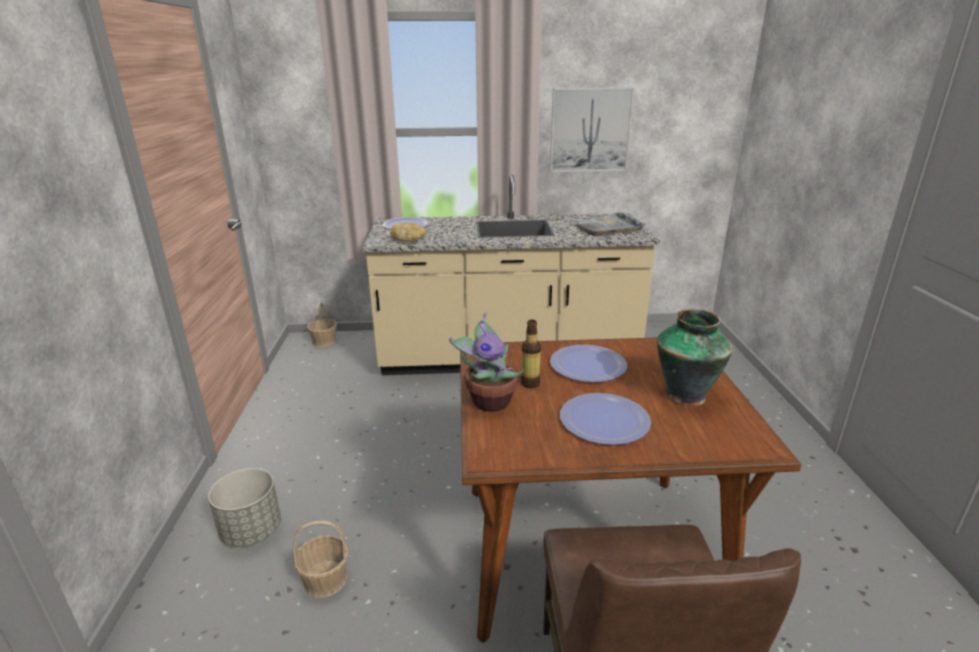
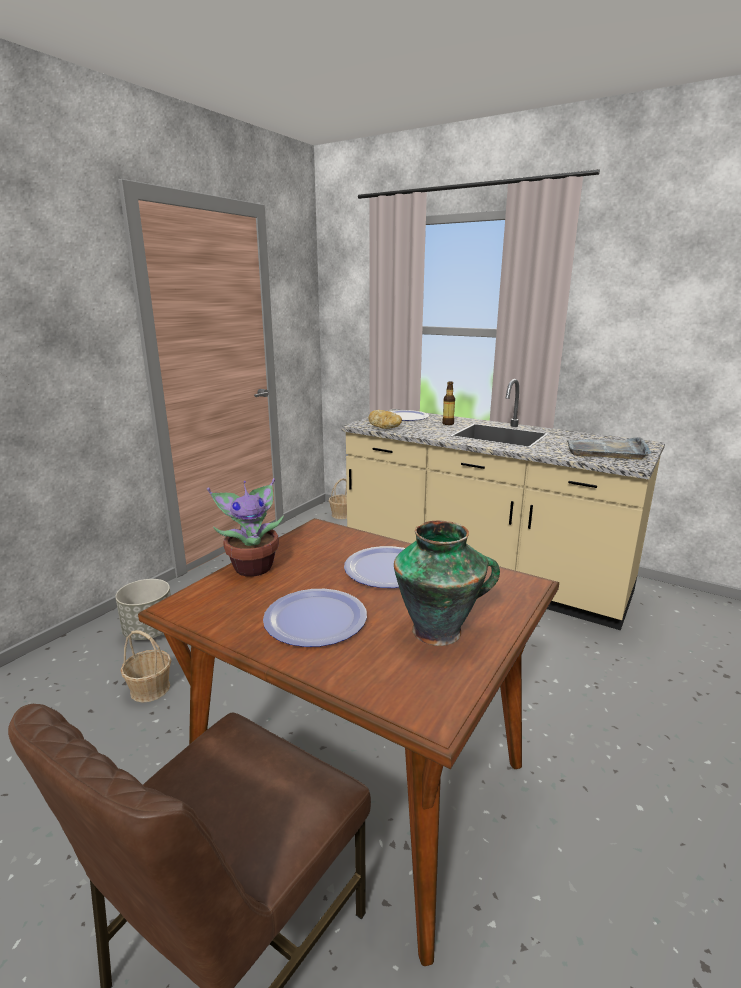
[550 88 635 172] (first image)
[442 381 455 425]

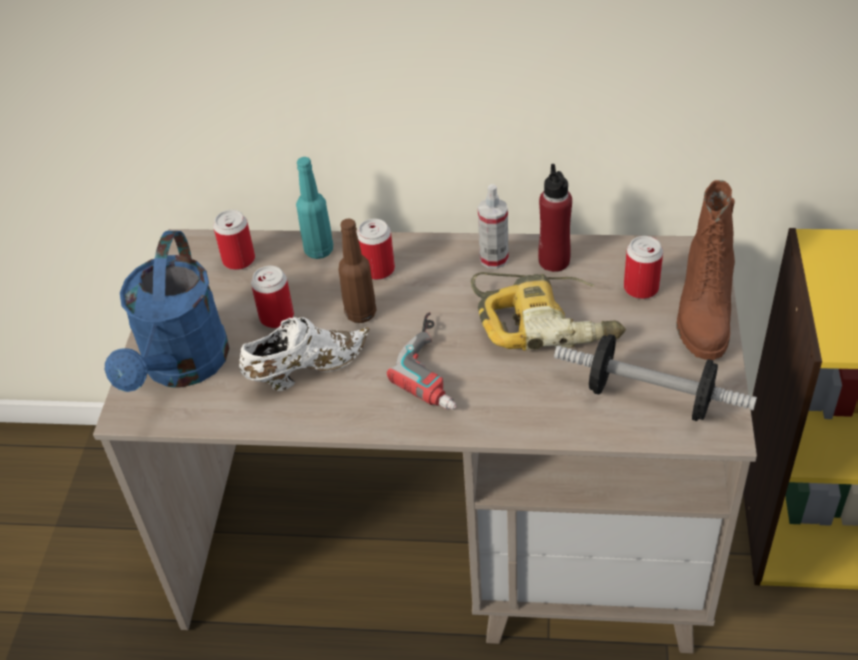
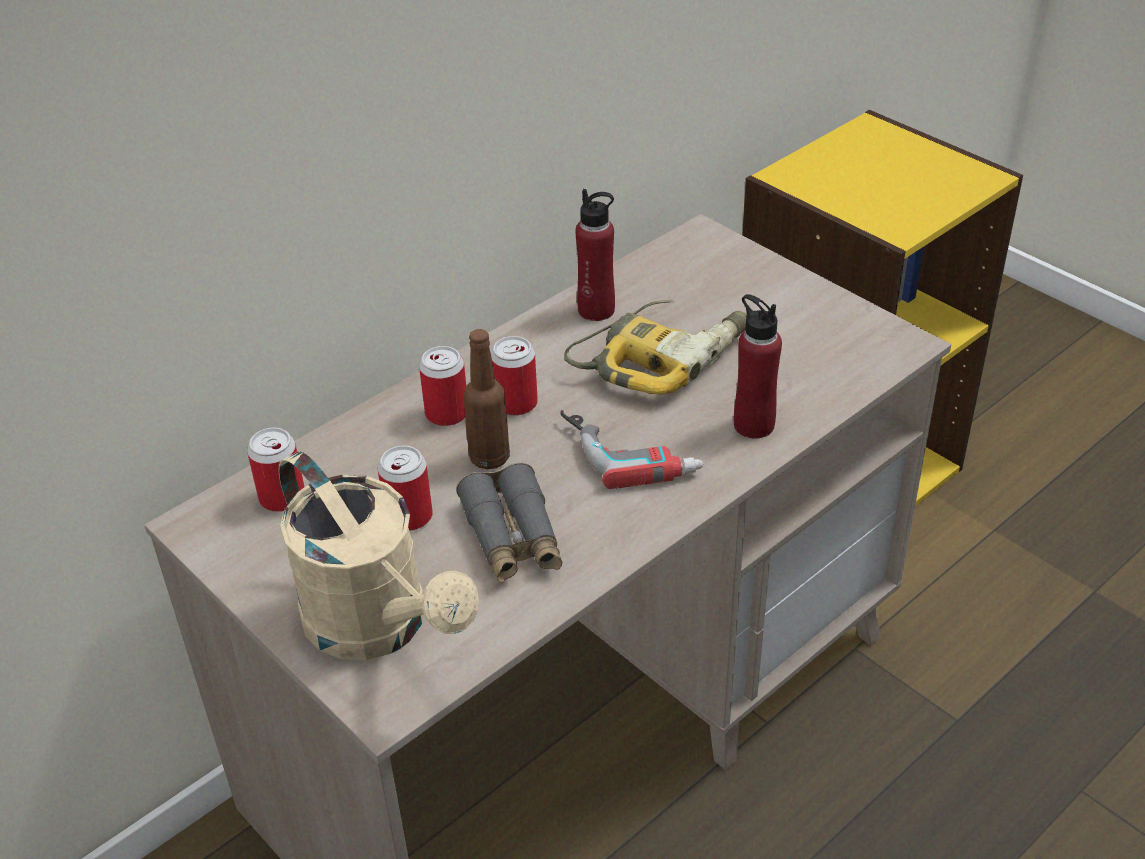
[296 157 333 259] (first image)
[677 180 735 360] (first image)
[478 184 509 269] (first image)
[278 452 479 660]
[491 336 538 416]
[456 463 562 583]
[554 334 757 421] (first image)
[734 294 782 439]

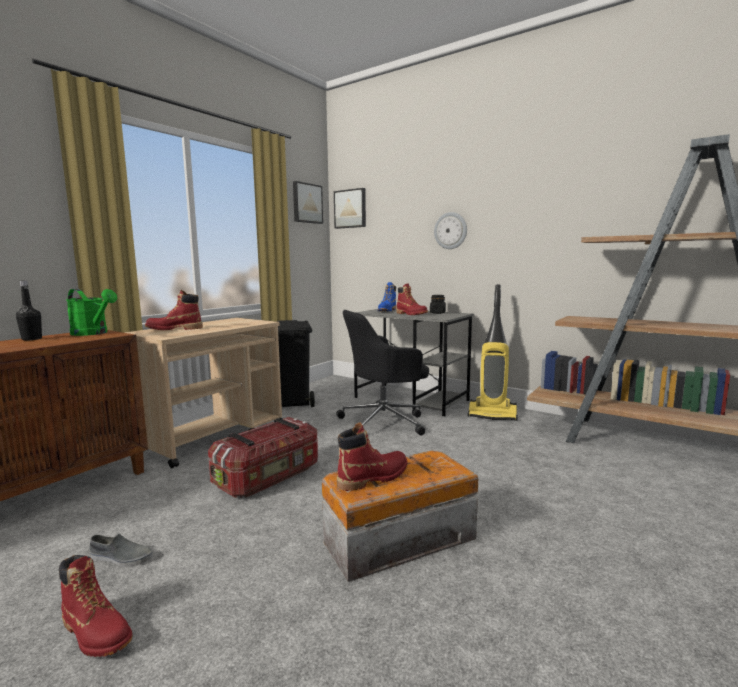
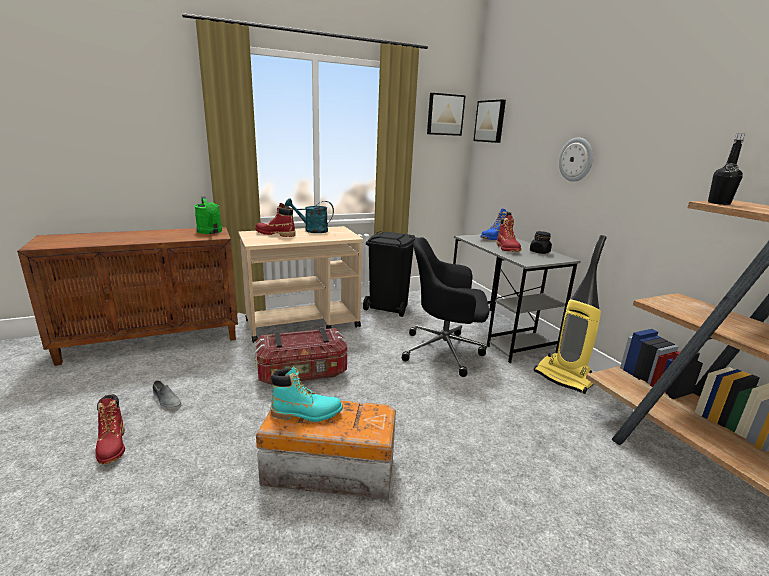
[708 133 746 205]
[270 365 343 422]
[285 198 334 233]

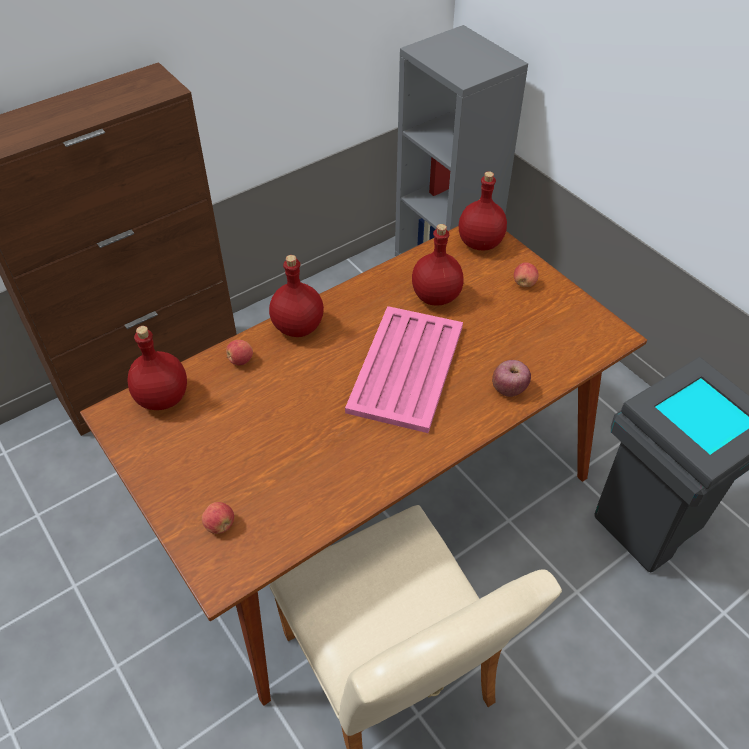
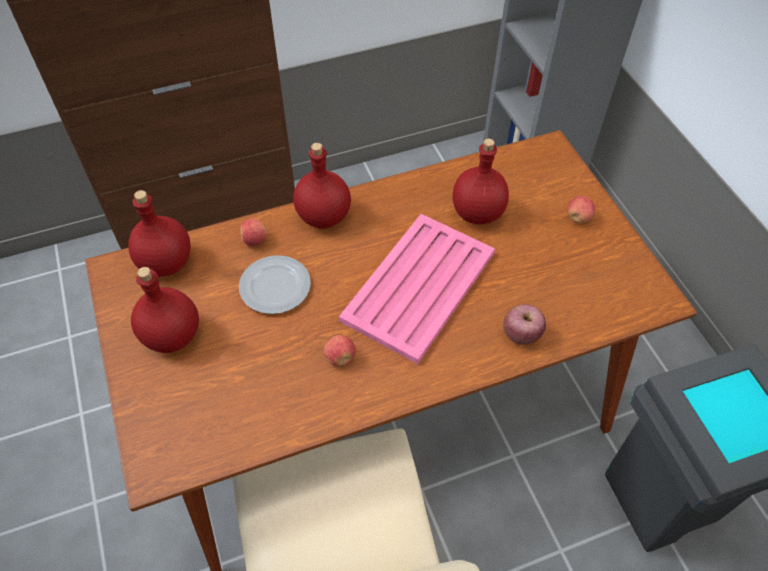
[131 267 199 353]
[324 335 356 366]
[239 255 311 314]

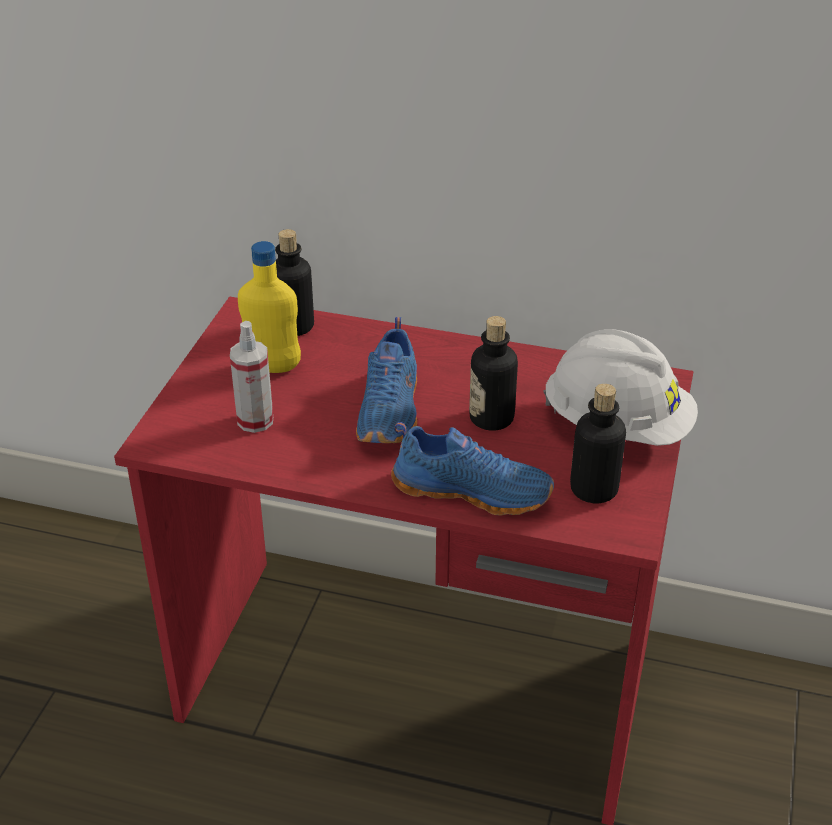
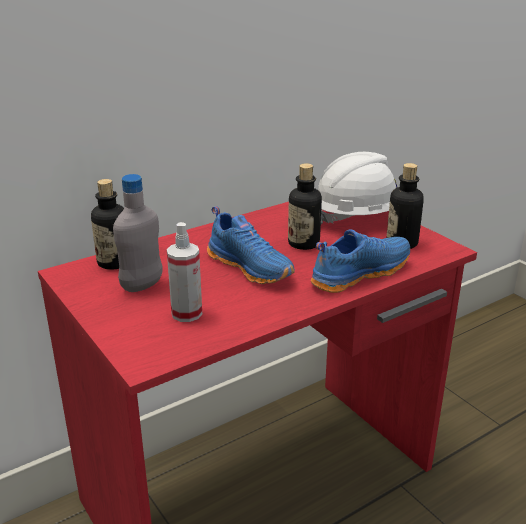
[113 174 162 292]

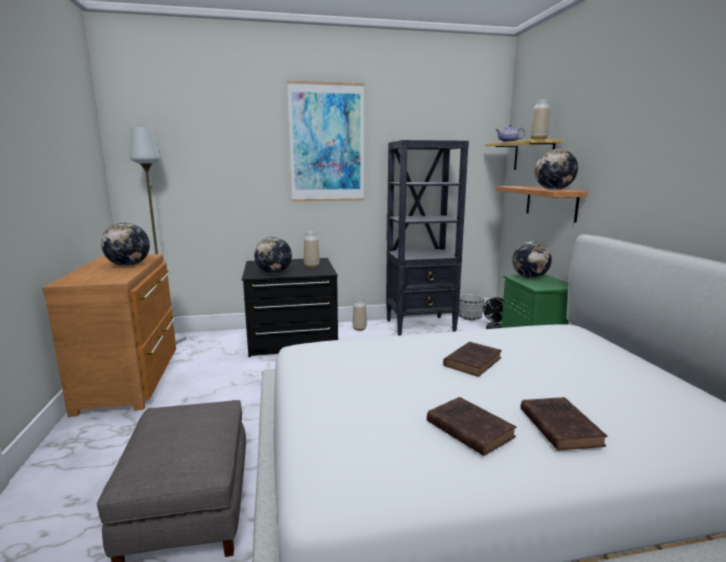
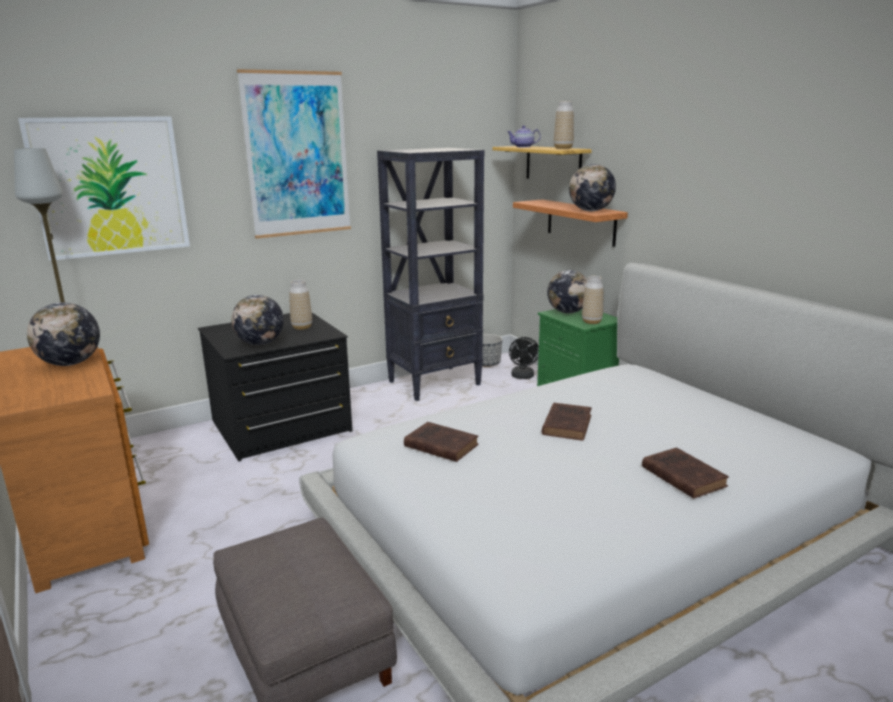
[582 276 604 324]
[404 422 479 462]
[18 116 190 261]

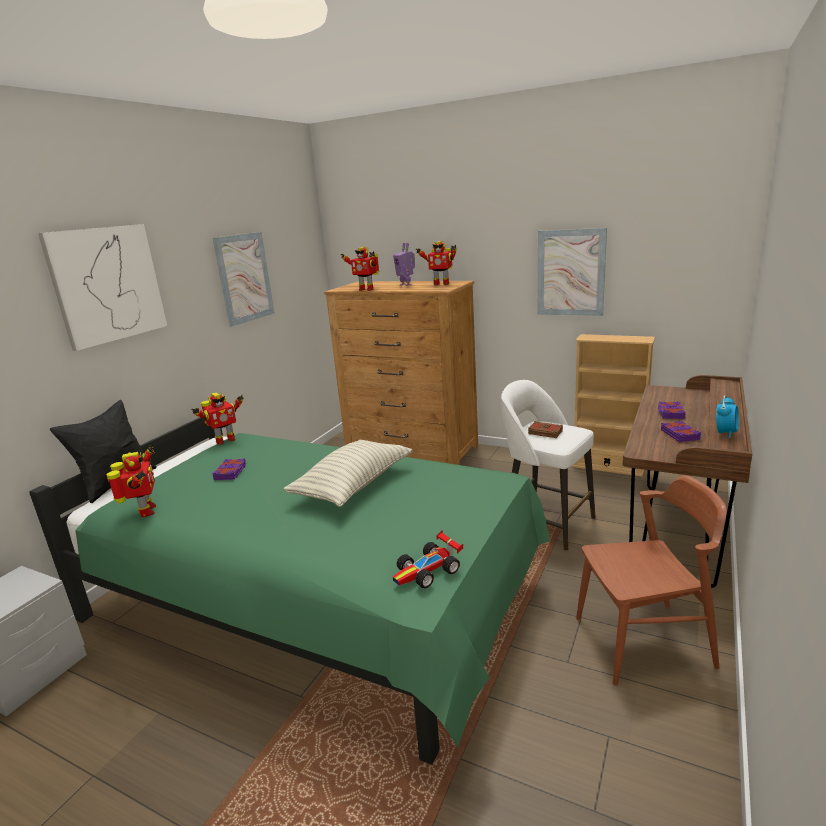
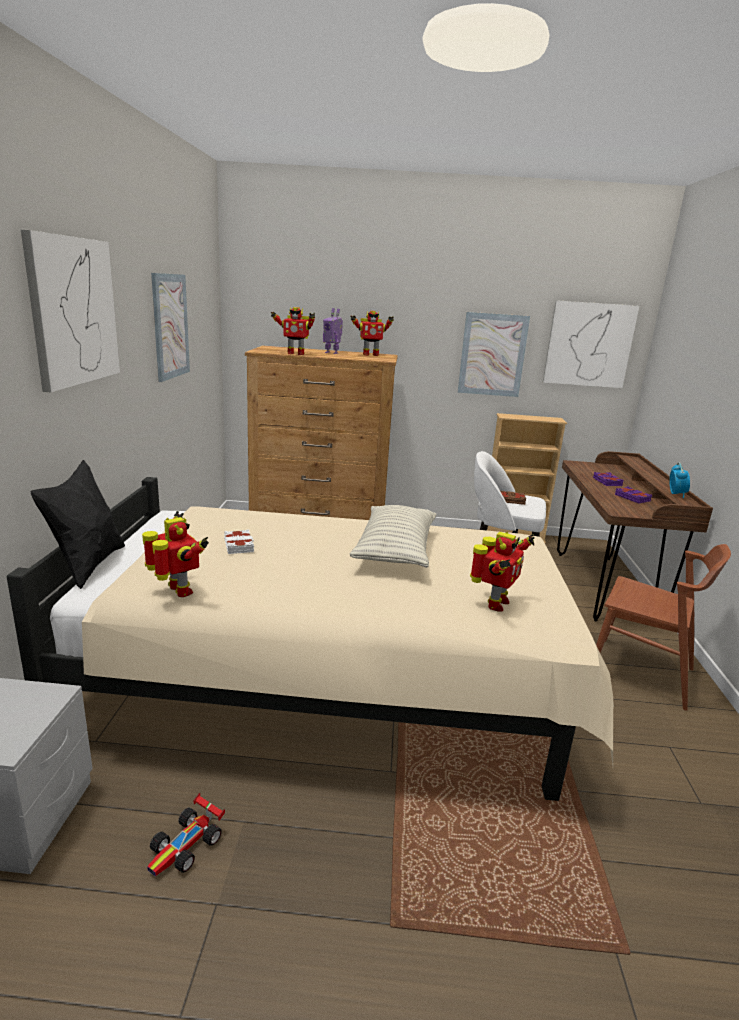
[470 532 535 612]
[7 477 614 801]
[224 529 254 554]
[596 544 731 711]
[147 793 225 876]
[543 300 639 388]

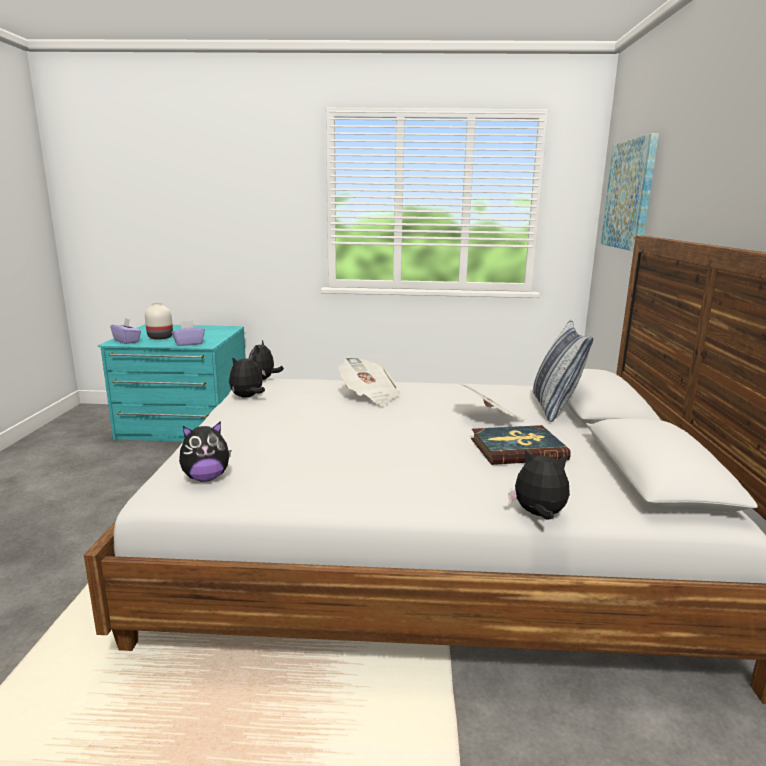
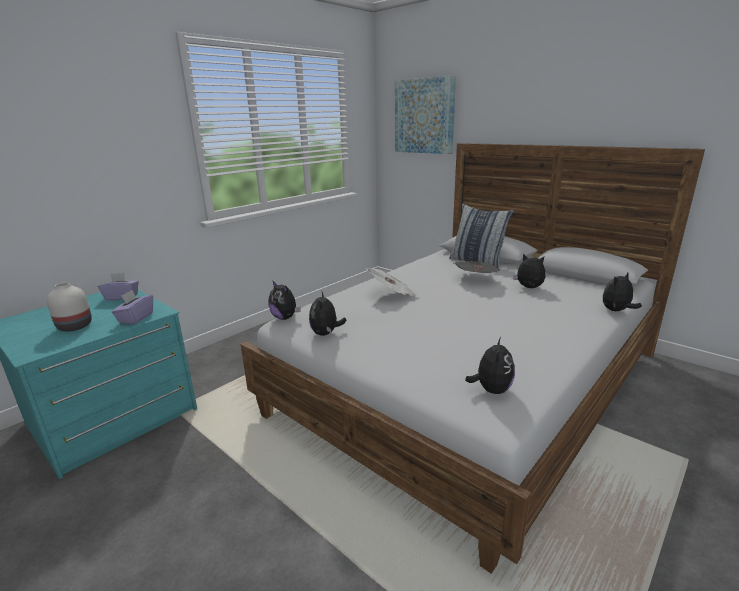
[98 273 139 301]
[513 254 545 288]

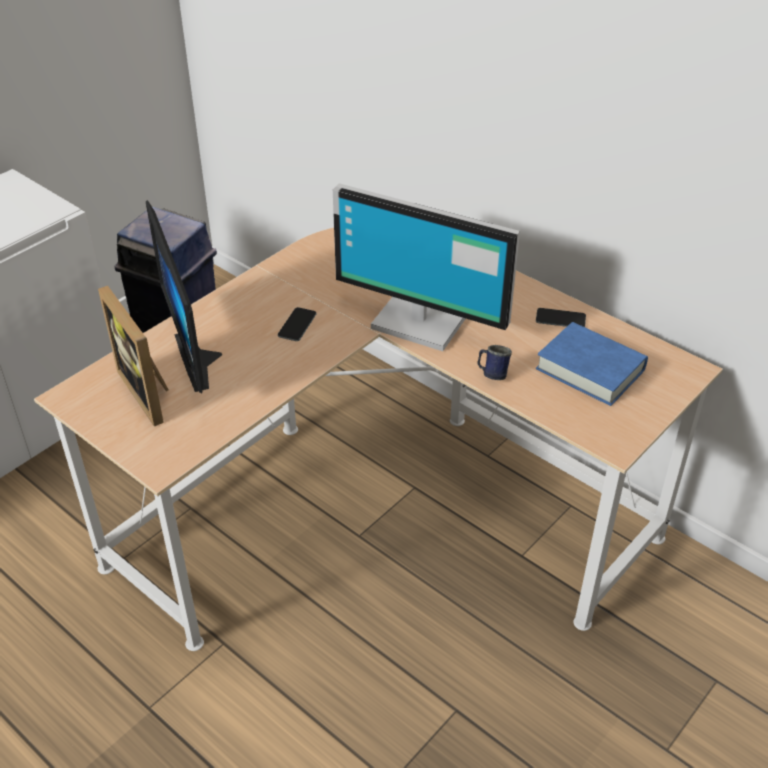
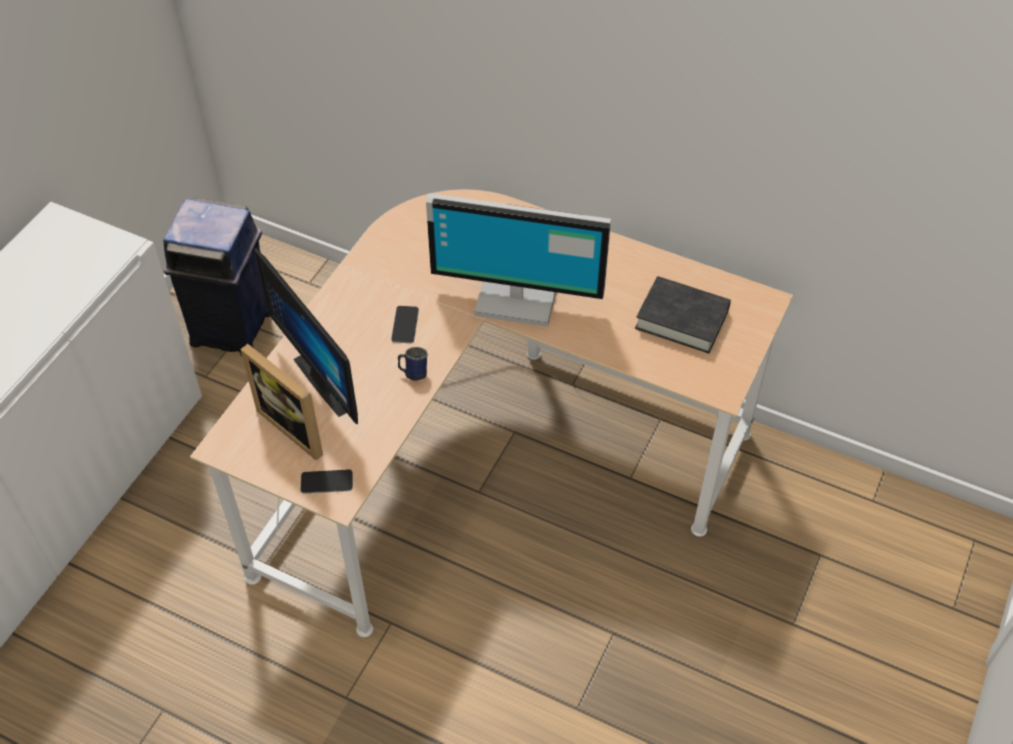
[301 469 353 494]
[635 276 731 354]
[398 347 428 381]

